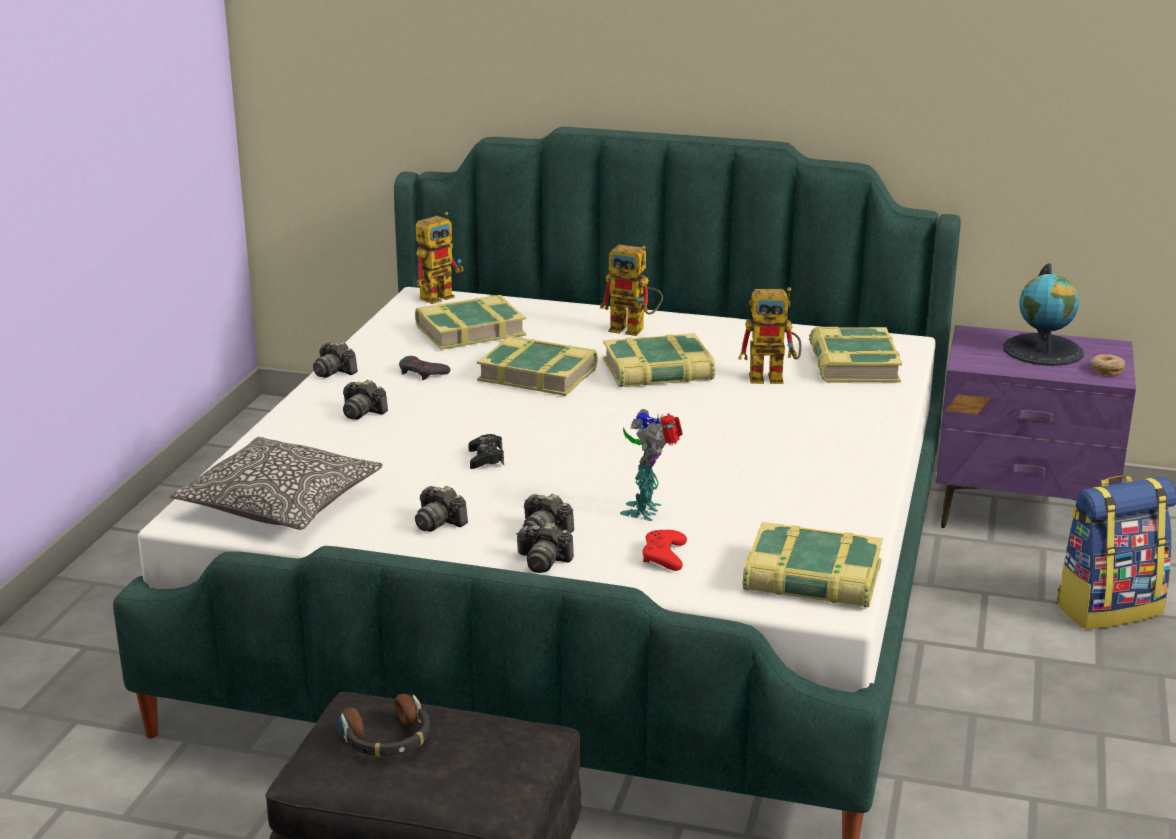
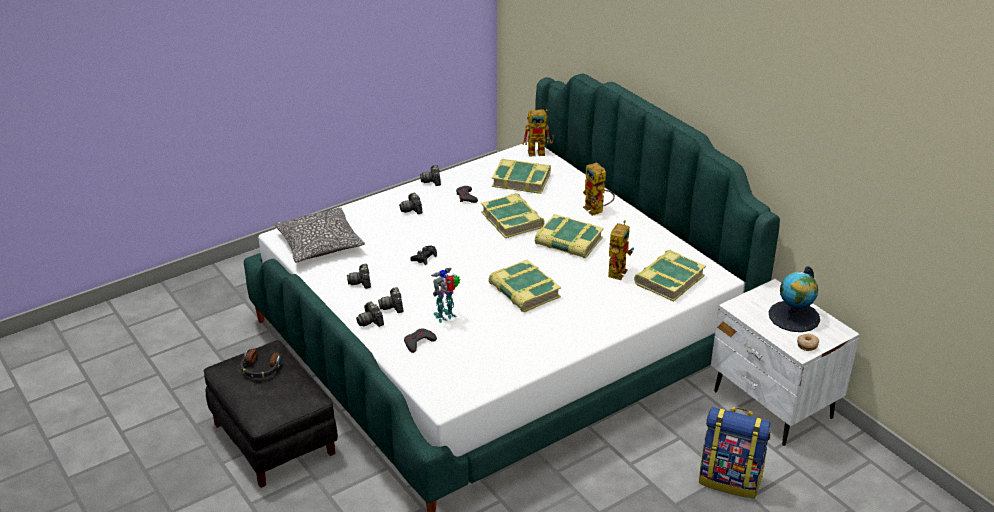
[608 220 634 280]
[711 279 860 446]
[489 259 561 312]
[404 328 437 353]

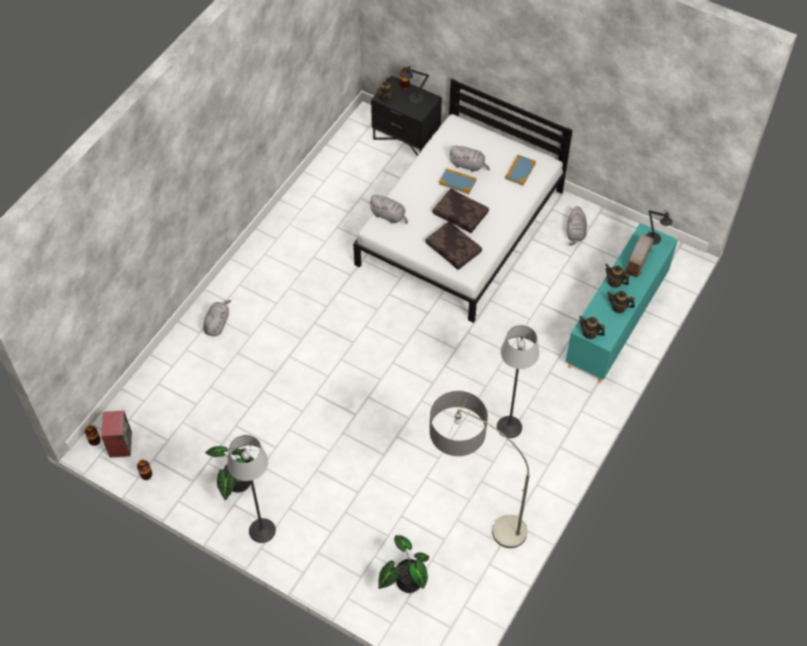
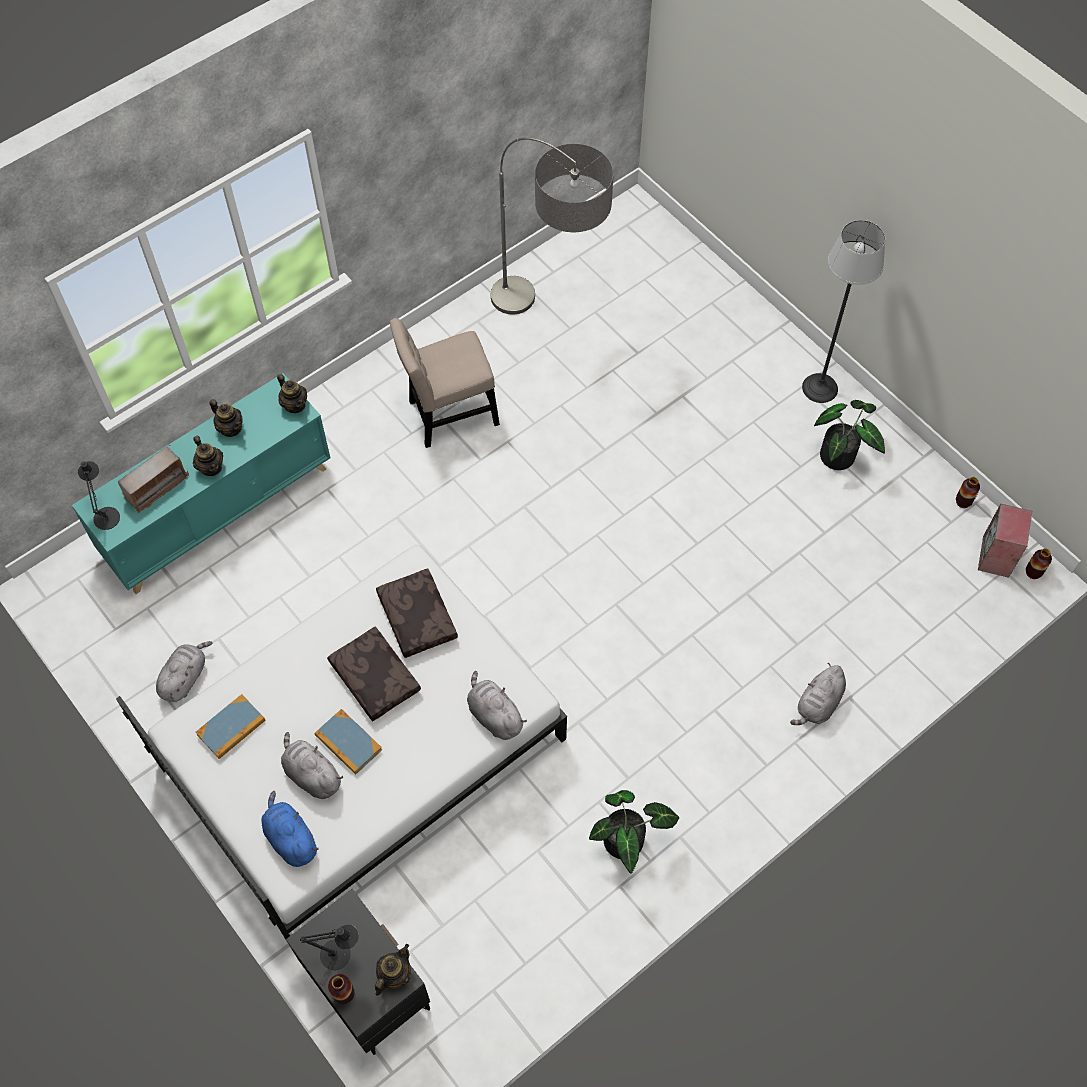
[390 318 500 448]
[589 790 679 874]
[262 791 319 867]

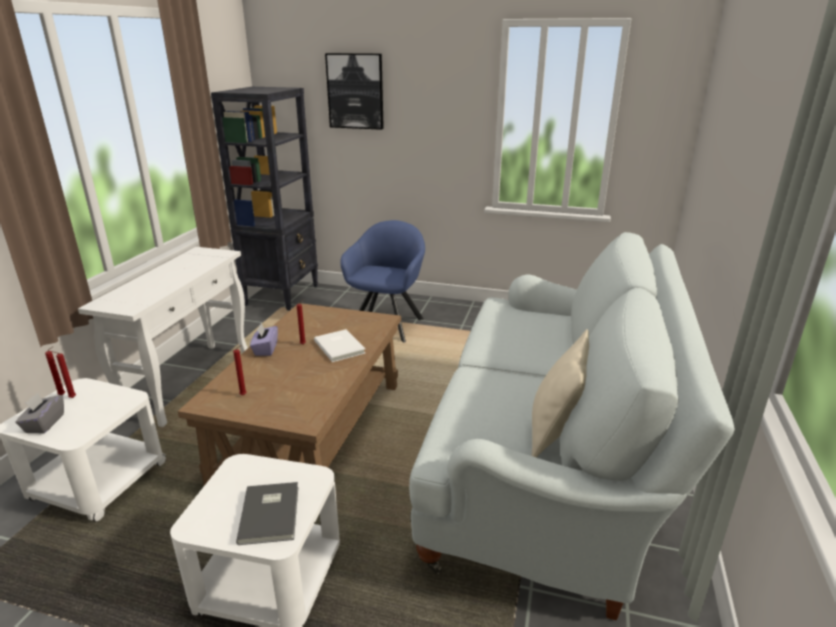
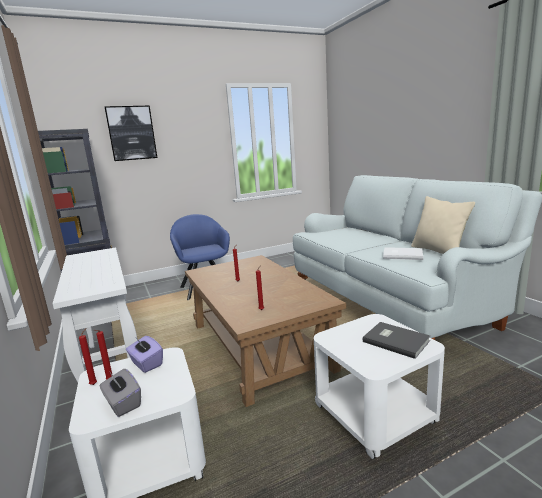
[126 336 163 373]
[383 247 423 260]

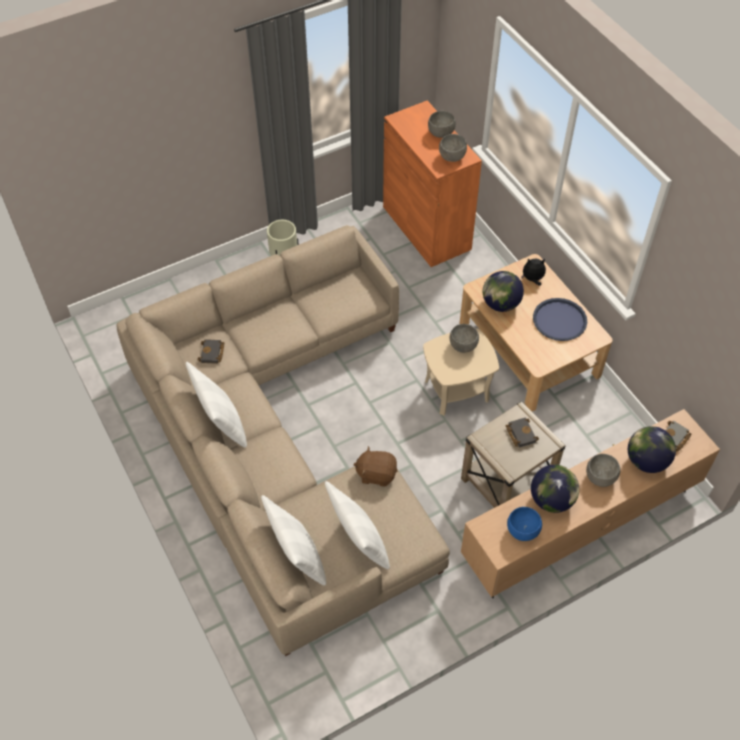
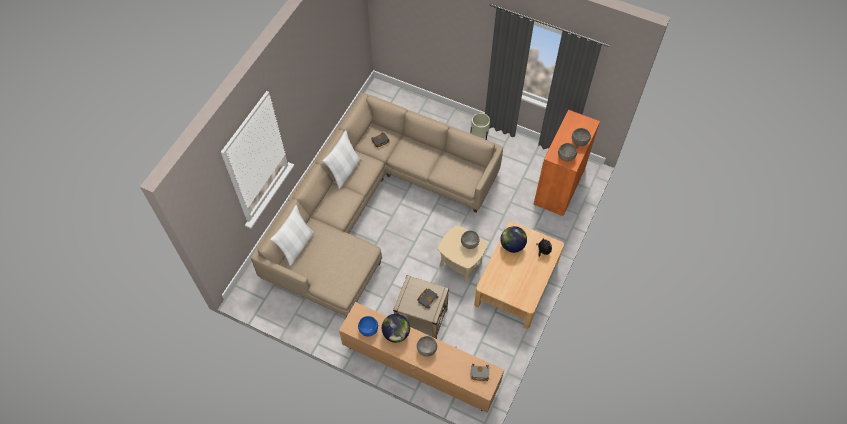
[533 298 587 341] (first image)
[628 426 676 473] (first image)
[353 446 397 487] (first image)
[325 481 390 569] (first image)

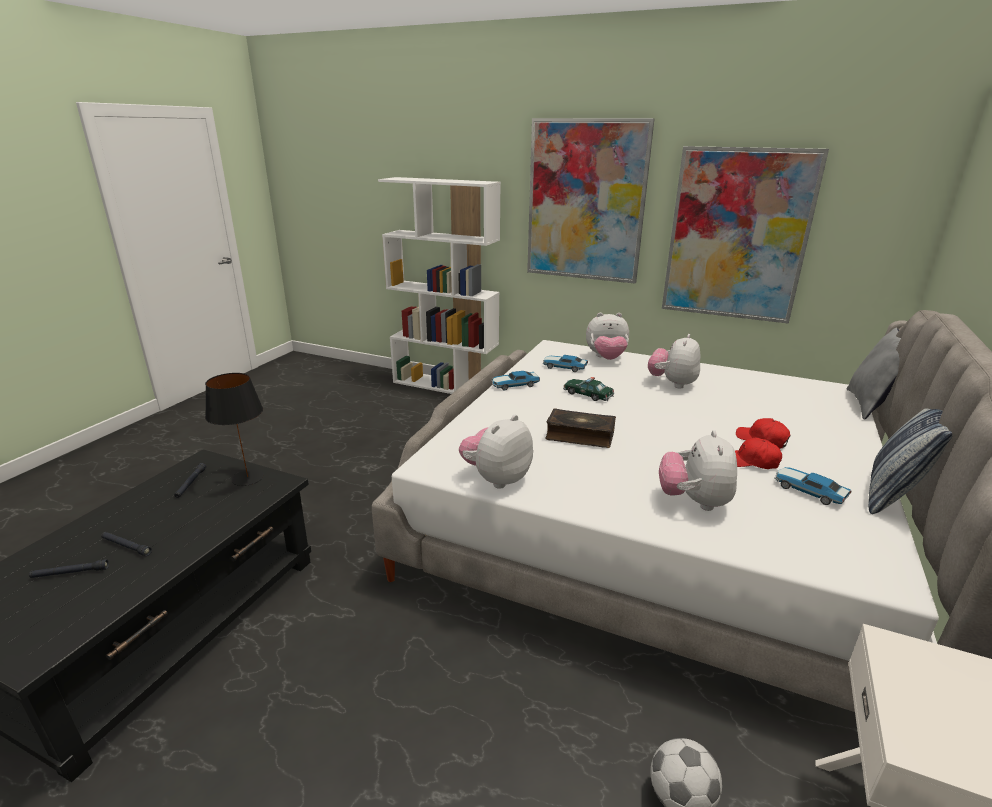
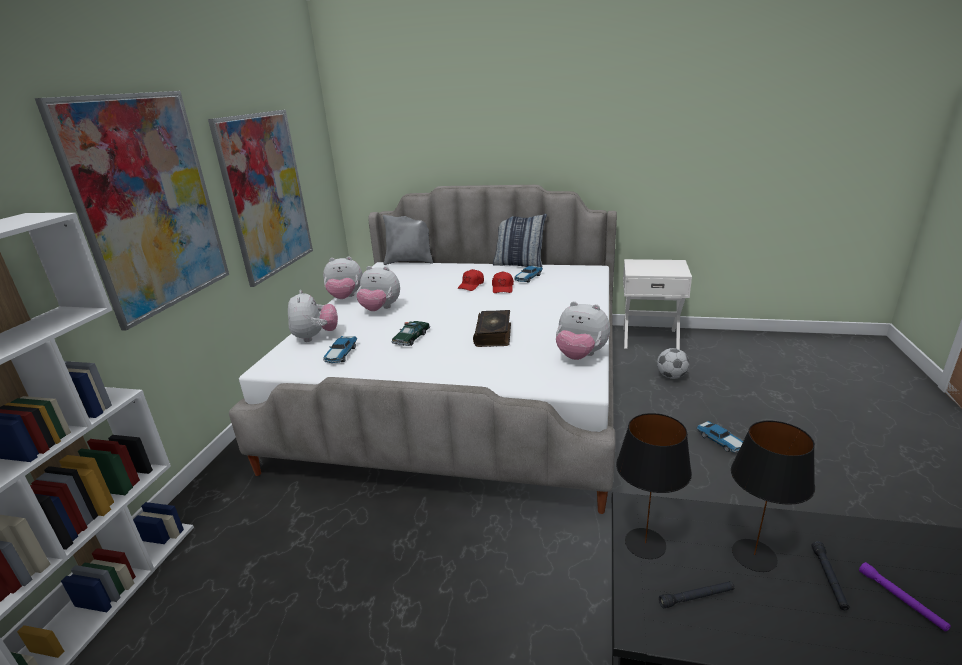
[697 421 743 453]
[323 256 363 299]
[859 562 951 631]
[731 420 815 572]

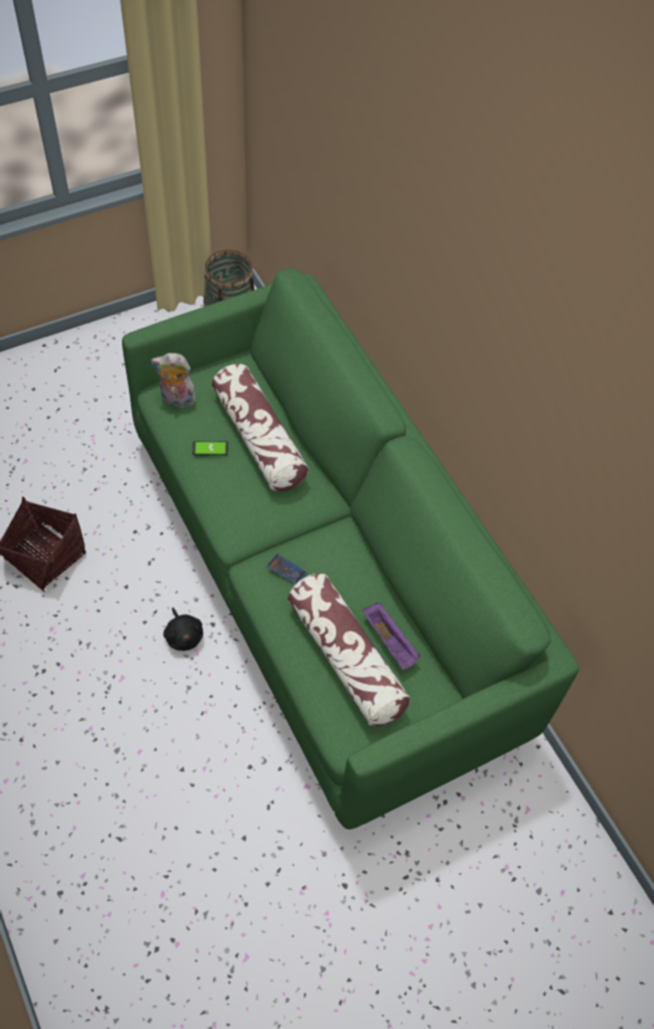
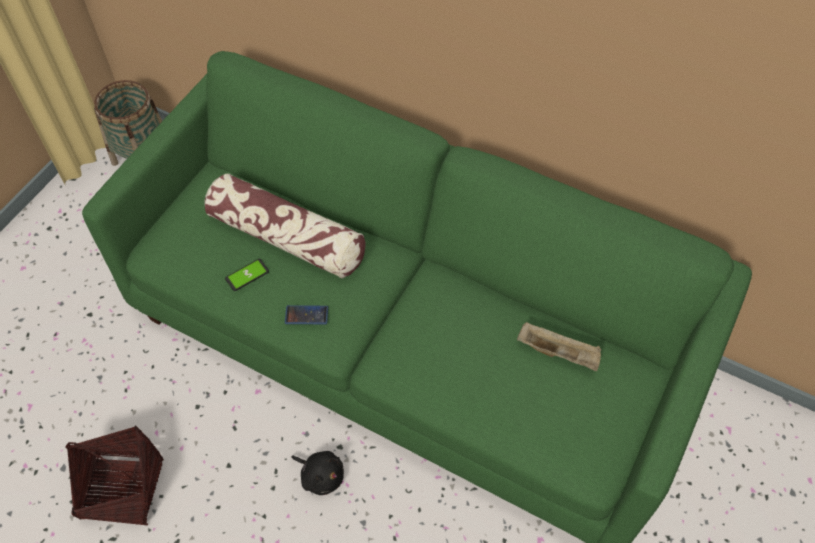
[151 353 196 408] (first image)
[285 305 328 325]
[288 573 410 726] (first image)
[517 322 601 371]

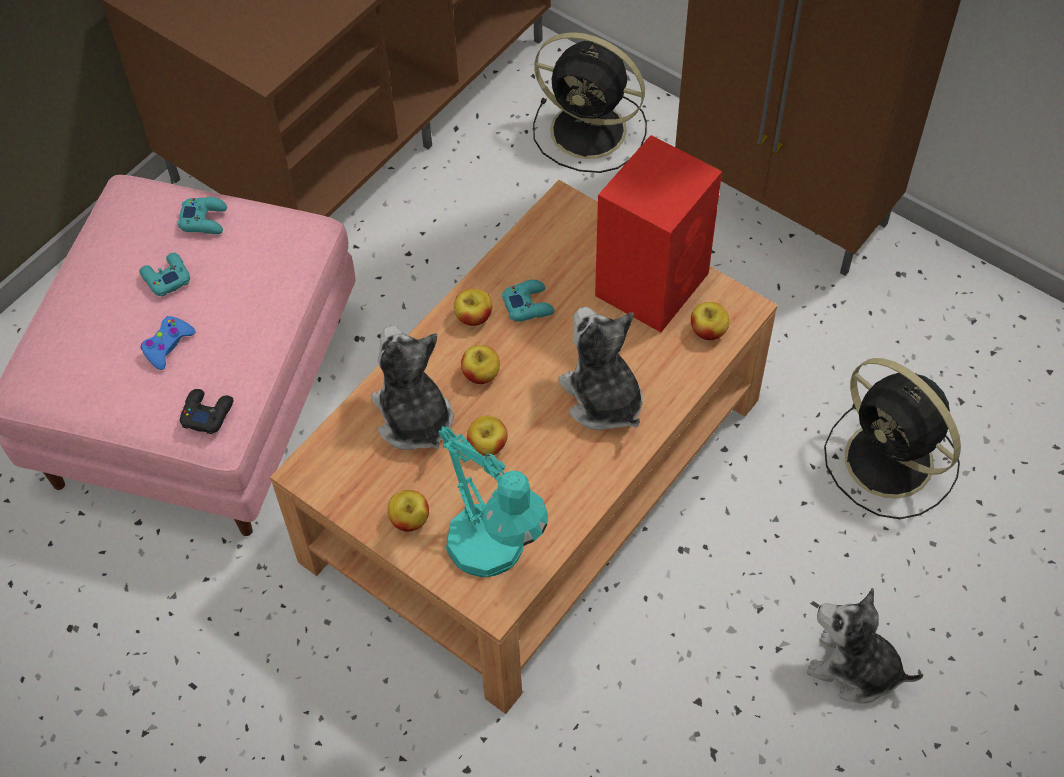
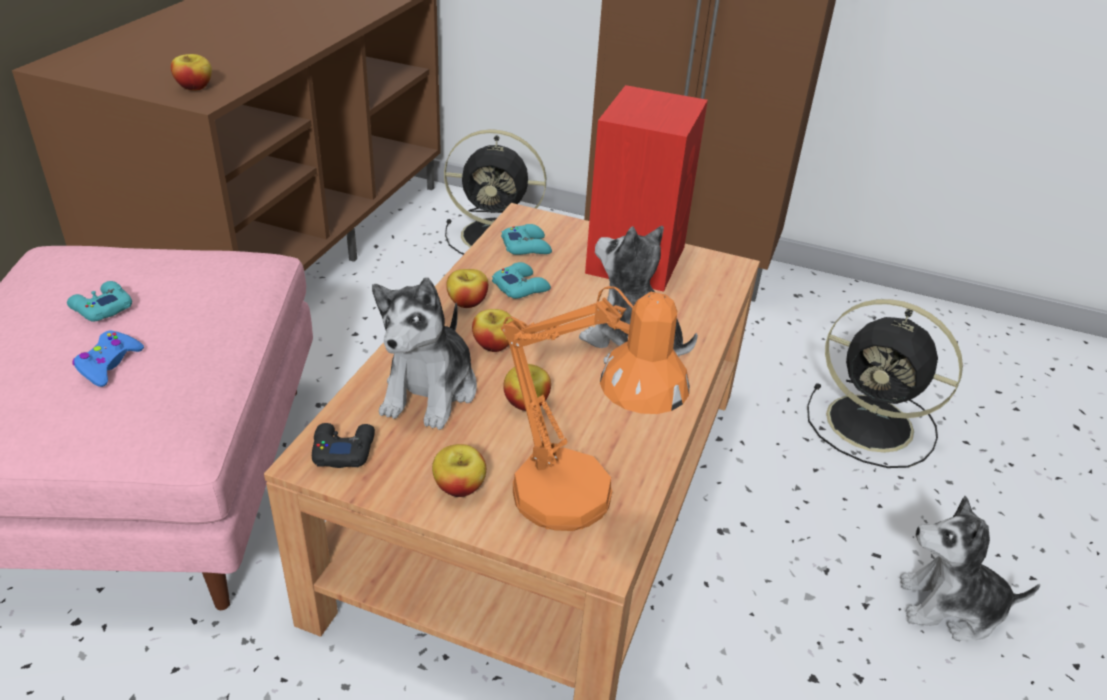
[501 224 552 255]
[171 54 212 91]
[372 278 477 430]
[312 423 375 468]
[501 286 689 531]

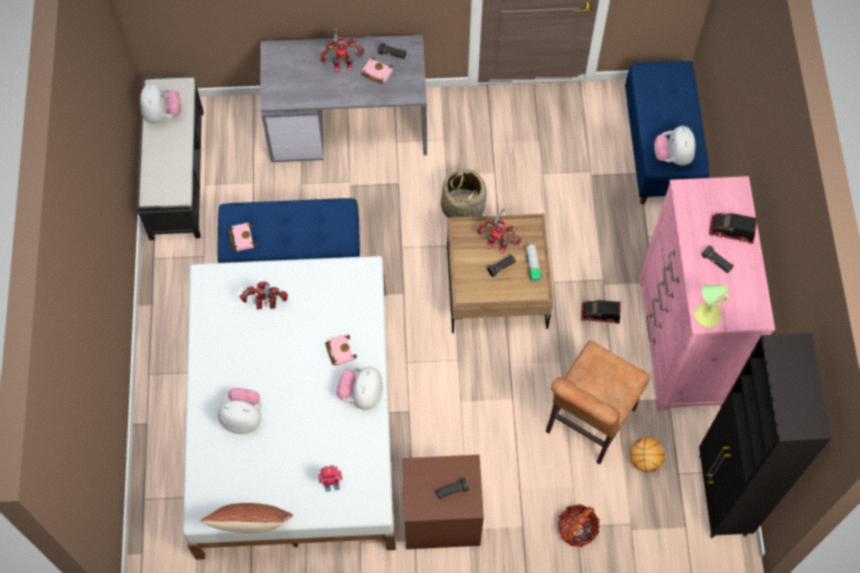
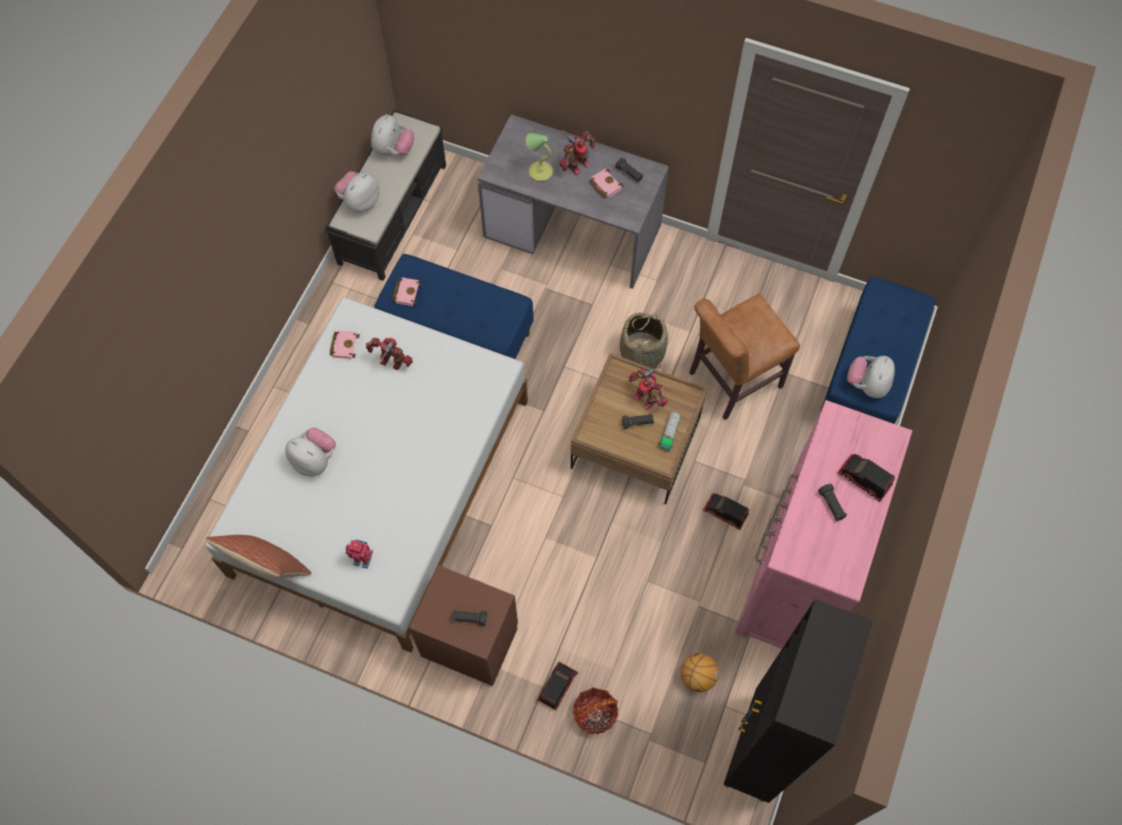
[560 131 596 175]
[526 133 553 181]
[329 330 360 359]
[689 294 800 420]
[334 171 379 212]
[538 662 578 710]

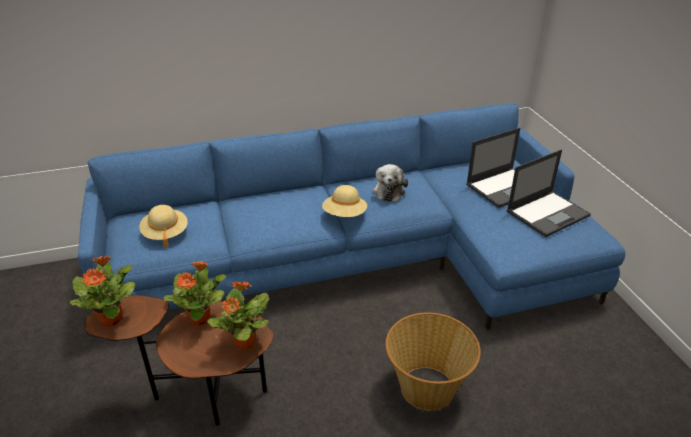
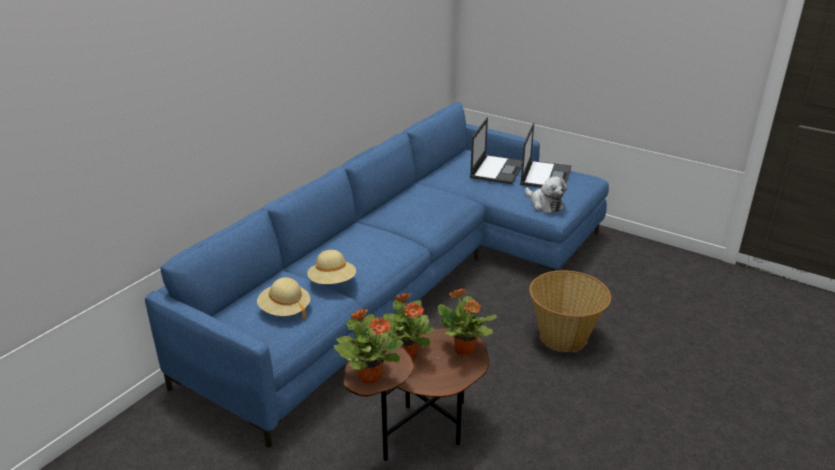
[525 176 567 213]
[307 250 356 284]

